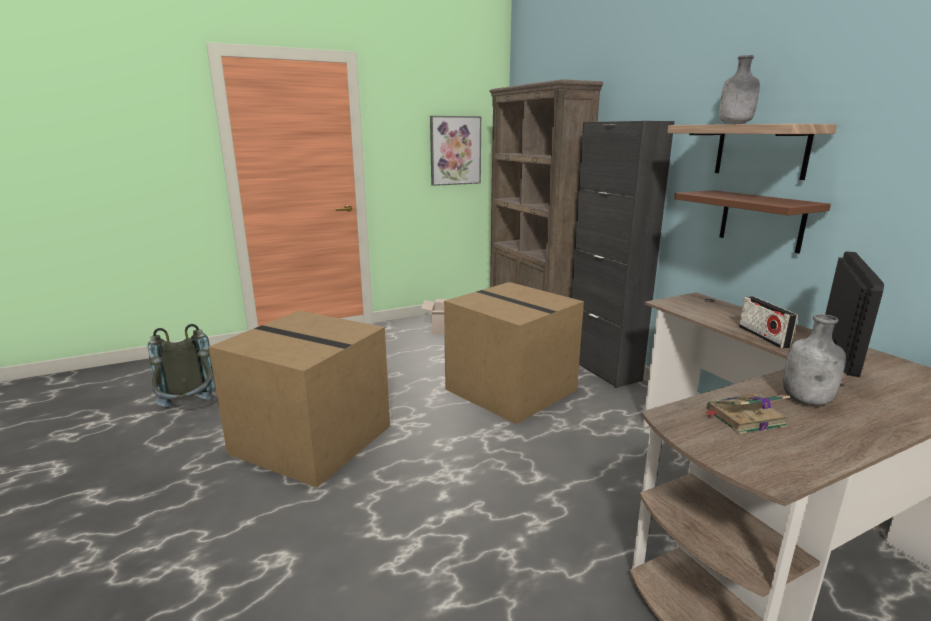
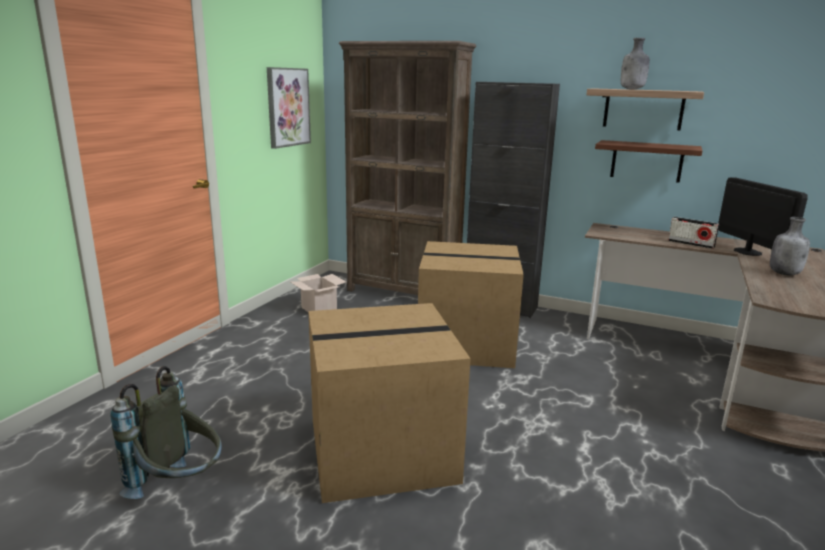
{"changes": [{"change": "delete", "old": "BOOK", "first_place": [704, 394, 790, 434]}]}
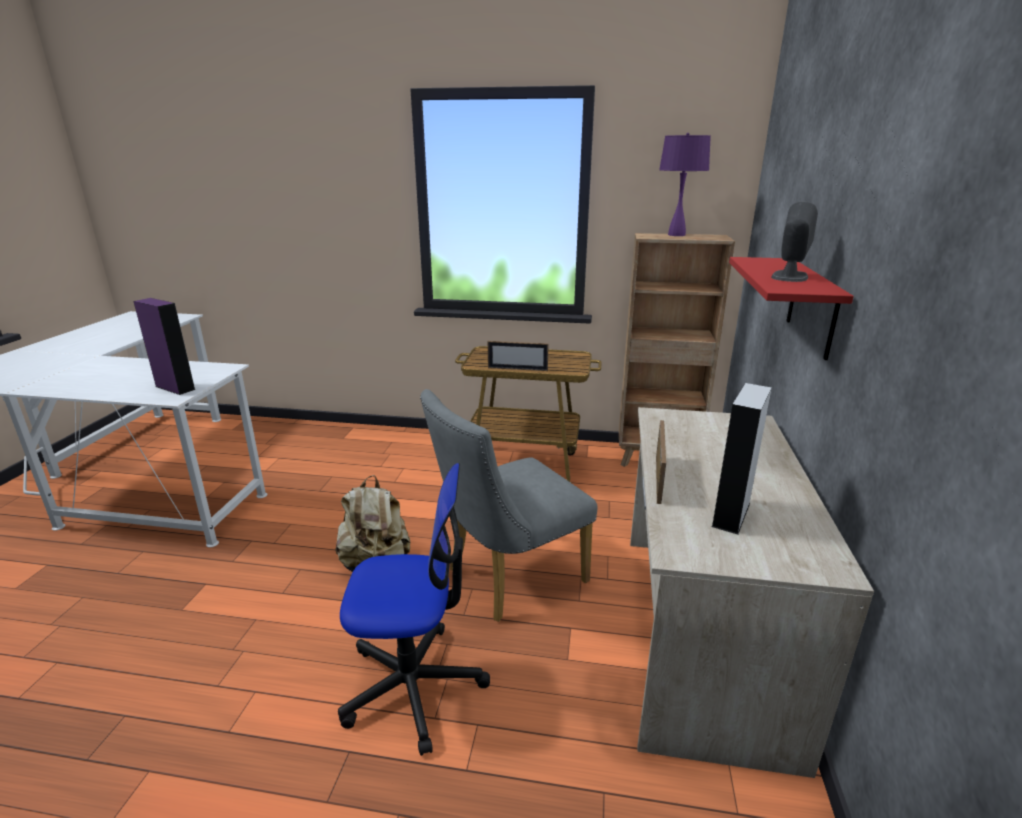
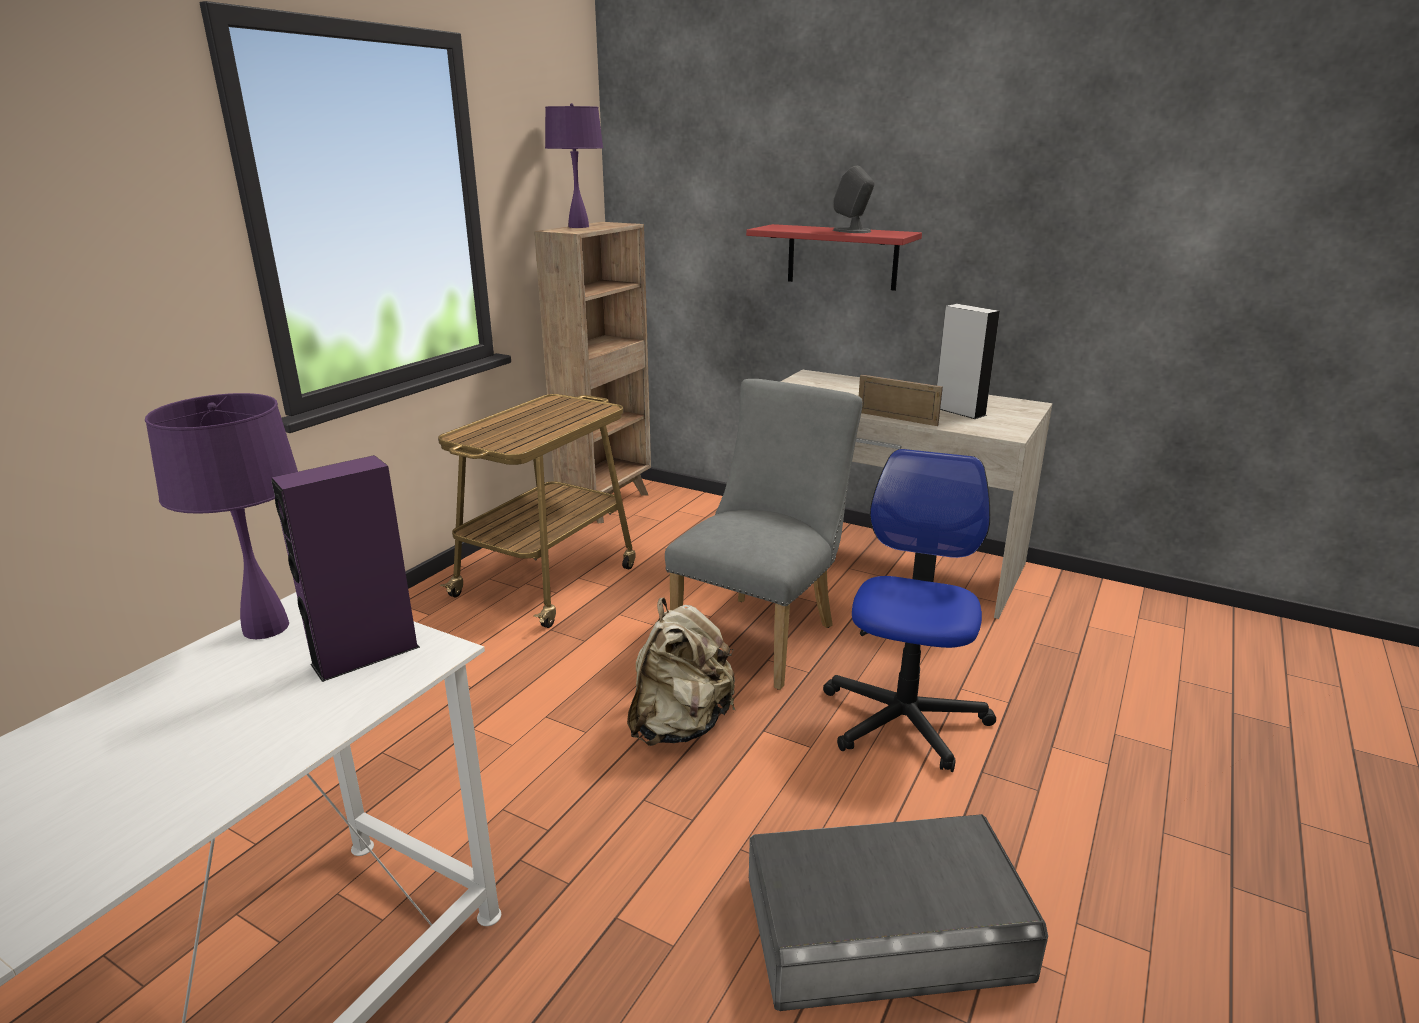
{"changes": [{"change": "delete", "old": "PICTURE FRAME", "first_place": [488, 341, 549, 371]}, {"change": "insert", "new": "PURPLE TABLE LAMP", "second_place": [145, 393, 298, 639]}, {"change": "insert", "new": "GREY STORAGE BOX", "second_place": [749, 814, 1048, 1011]}, {"change": "rotate", "old": "GREY CHAIR", "first_place": [420, 389, 598, 622], "second_place": [665, 379, 863, 690], "degrees": -135}]}
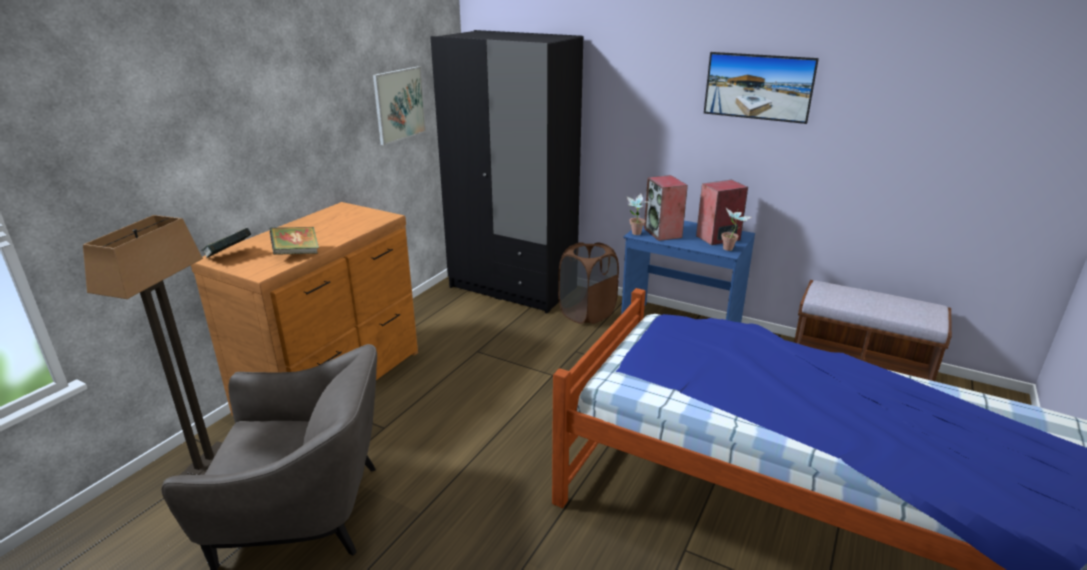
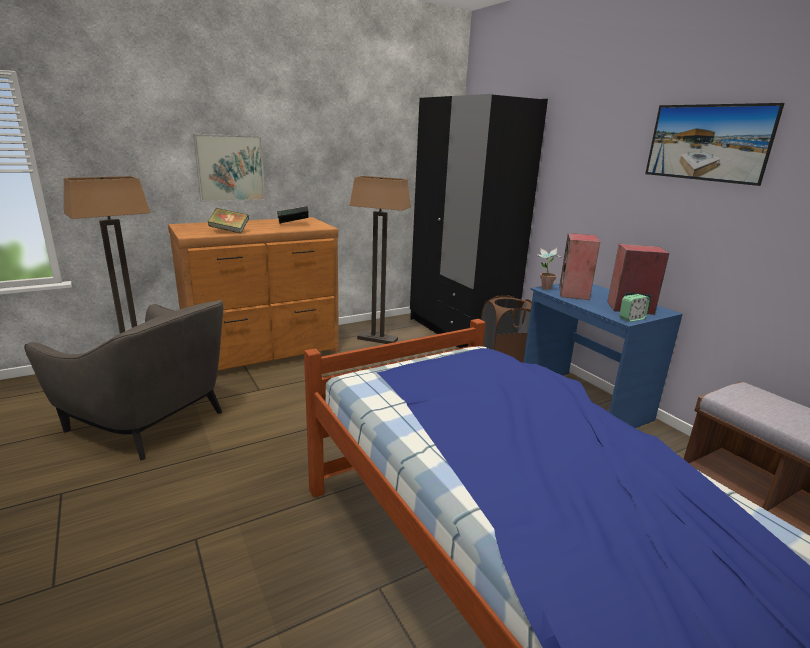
{"changes": [{"change": "insert", "new": "FLOOR LAMP", "second_place": [349, 176, 411, 344]}, {"change": "move", "old": "BOOK", "first_place": [201, 227, 251, 258], "second_place": [277, 206, 309, 224]}, {"change": "move", "old": "PICTURE", "first_place": [373, 66, 426, 145], "second_place": [193, 134, 265, 202]}, {"change": "replace", "old": "POTTED PLANT", "new": "ALARM CLOCK", "first_place": [721, 208, 752, 251], "second_place": [619, 294, 650, 322]}]}
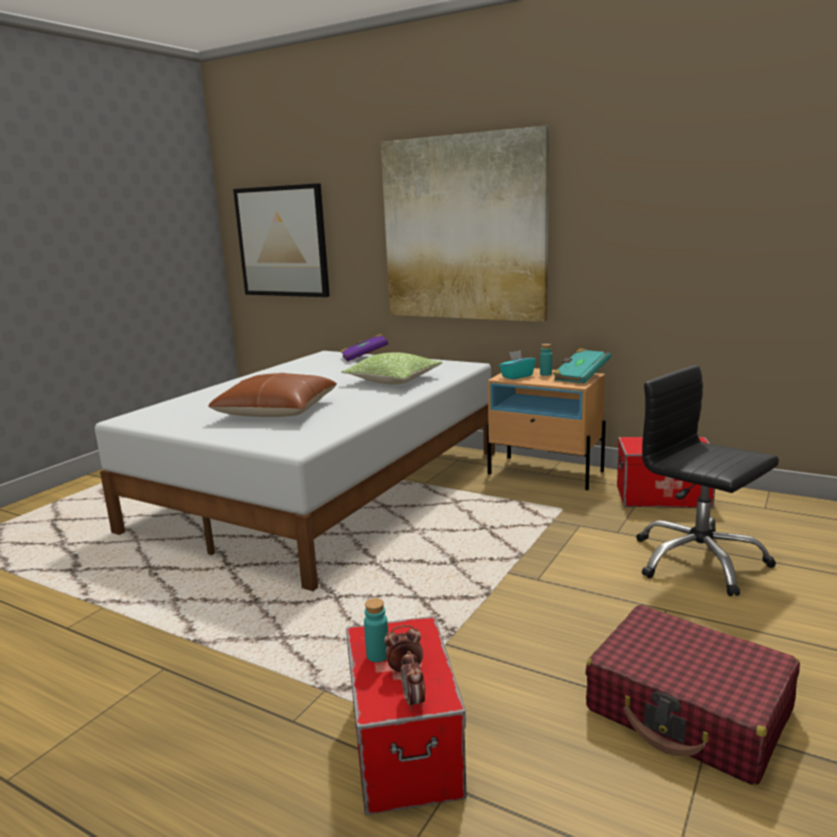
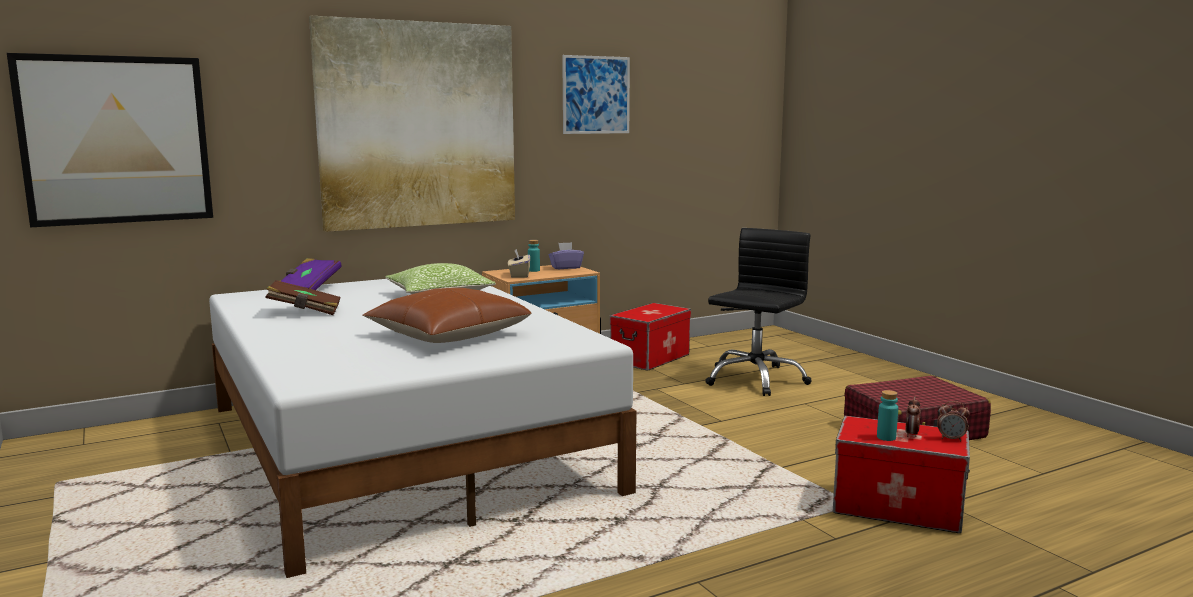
{"changes": [{"change": "insert", "new": "BROWN BOOK", "second_place": [265, 280, 340, 315]}, {"change": "insert", "new": "PICTURE", "second_place": [562, 55, 630, 134]}, {"change": "replace", "old": "TURQUOISE BOOK", "new": "PURPLE TISSUE BOX", "first_place": [552, 348, 611, 384], "second_place": [549, 242, 584, 269]}, {"change": "recolor", "old": "TURQUOISE TISSUE BOX", "new": "BEIGE TISSUE BOX", "first_place": [499, 350, 536, 380], "second_place": [508, 249, 530, 278]}, {"change": "rotate", "old": "BLACK OFFICE CHAIR", "first_place": [636, 365, 779, 596], "second_place": [705, 228, 811, 396], "degrees": 135}]}
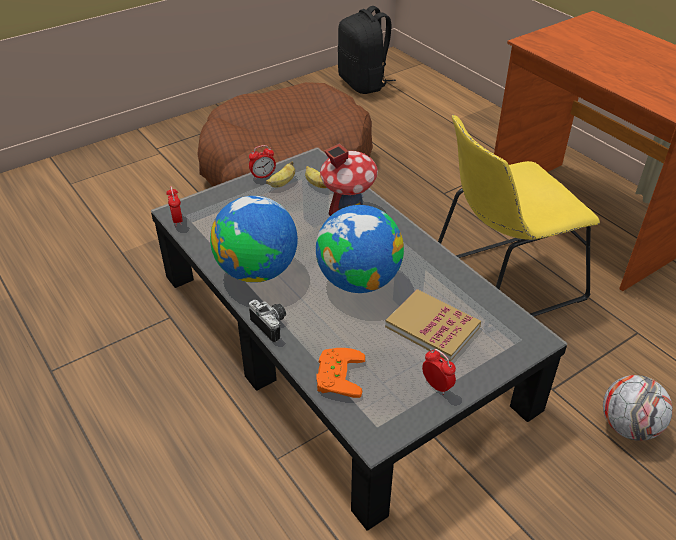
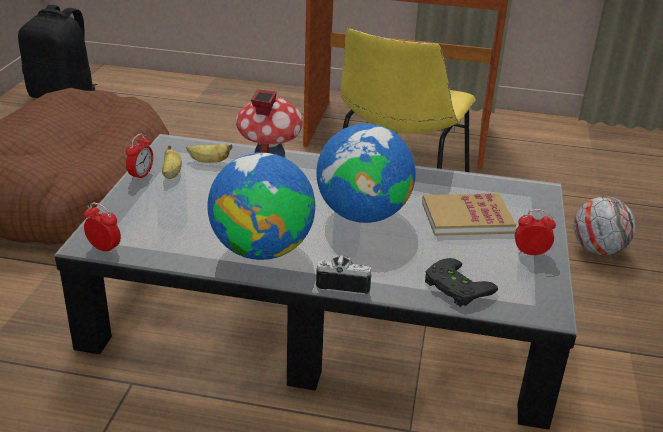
{"changes": [{"change": "recolor", "old": "ORANGE GAME CONTROLLER", "new": "BLACK GAME CONTROLLER", "first_place": [316, 348, 365, 398], "second_place": [425, 258, 498, 307]}]}
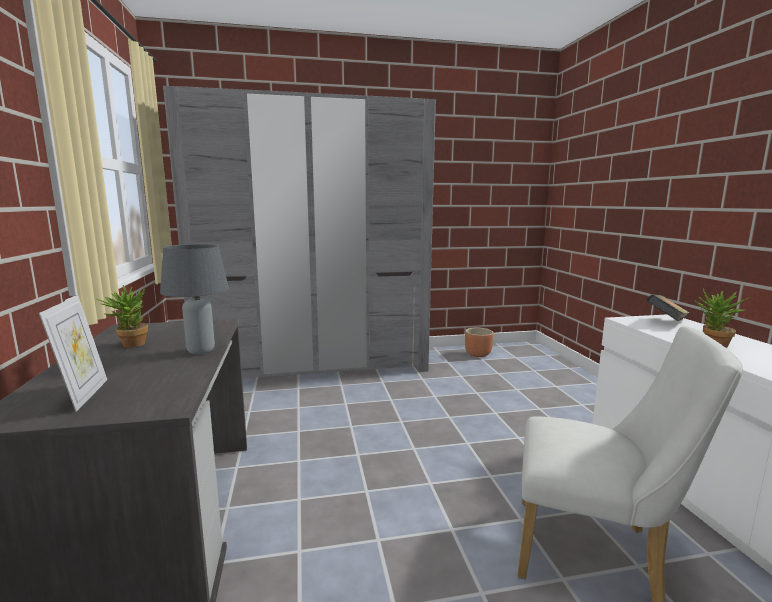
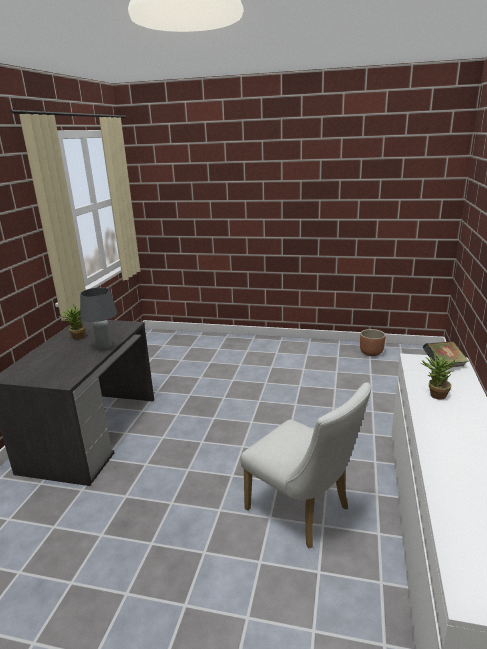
{"changes": [{"change": "delete", "old": "PICTURE FRAME", "first_place": [39, 295, 107, 412]}, {"change": "delete", "old": "GREY WARDROBE", "first_place": [163, 86, 436, 378]}]}
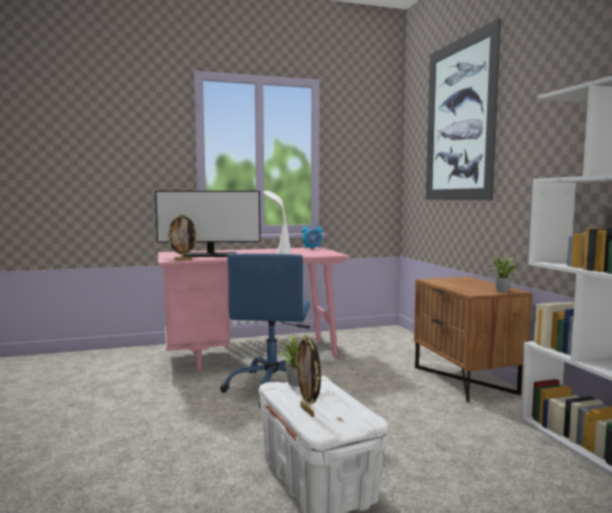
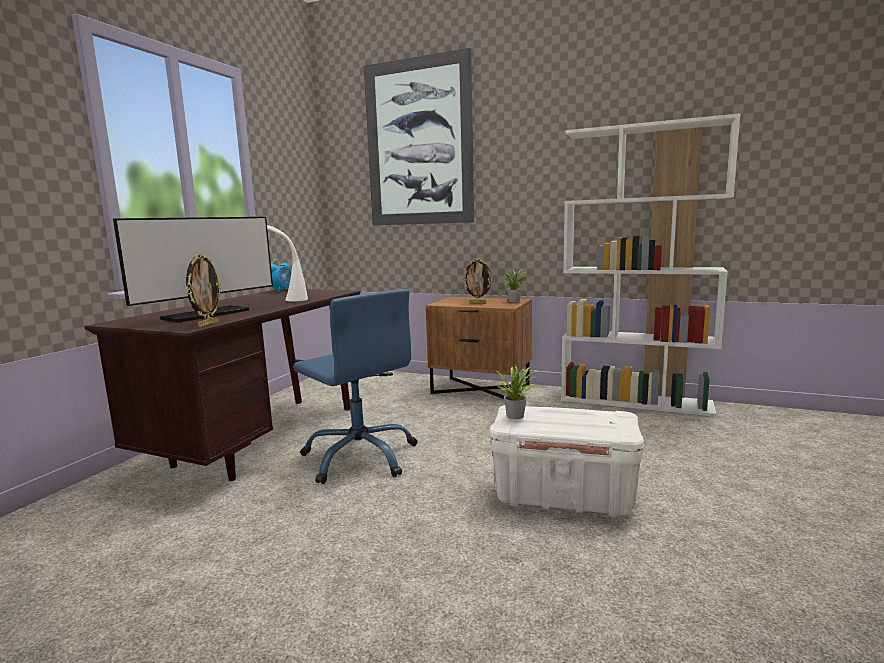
{"changes": [{"change": "move", "old": "PICTURE FRAME", "first_place": [295, 335, 321, 417], "second_place": [463, 258, 492, 304]}, {"change": "recolor", "old": "PINK DESK", "new": "BROWN DESK", "first_place": [158, 247, 349, 371], "second_place": [84, 289, 361, 481]}]}
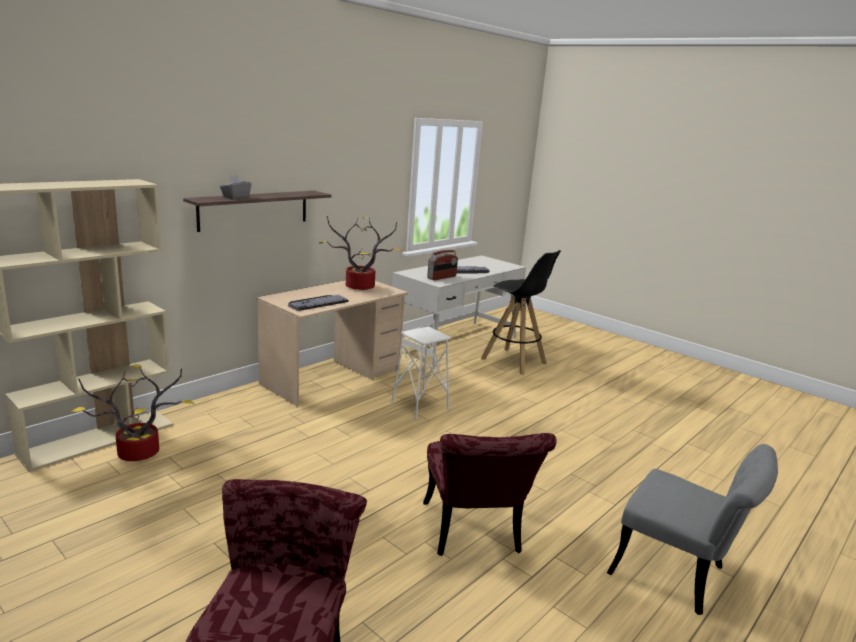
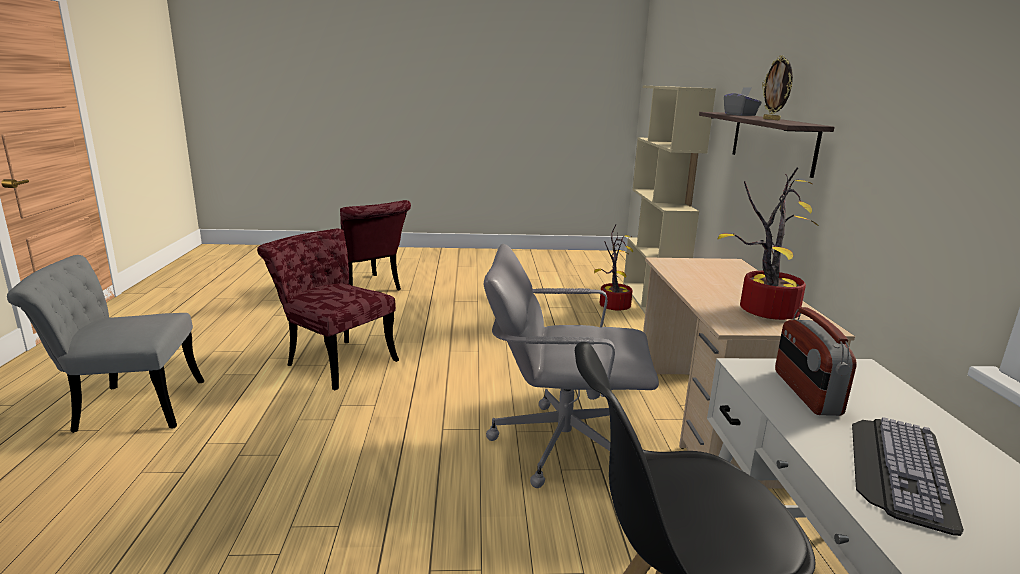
{"changes": [{"change": "delete", "old": "KEYBOARD", "first_place": [288, 295, 349, 311]}, {"change": "insert", "new": "PICTURE FRAME", "second_place": [762, 55, 793, 120]}, {"change": "replace", "old": "WHITE STOOL", "new": "GREY OFFICE CHAIR", "first_place": [391, 326, 451, 419], "second_place": [484, 244, 659, 488]}]}
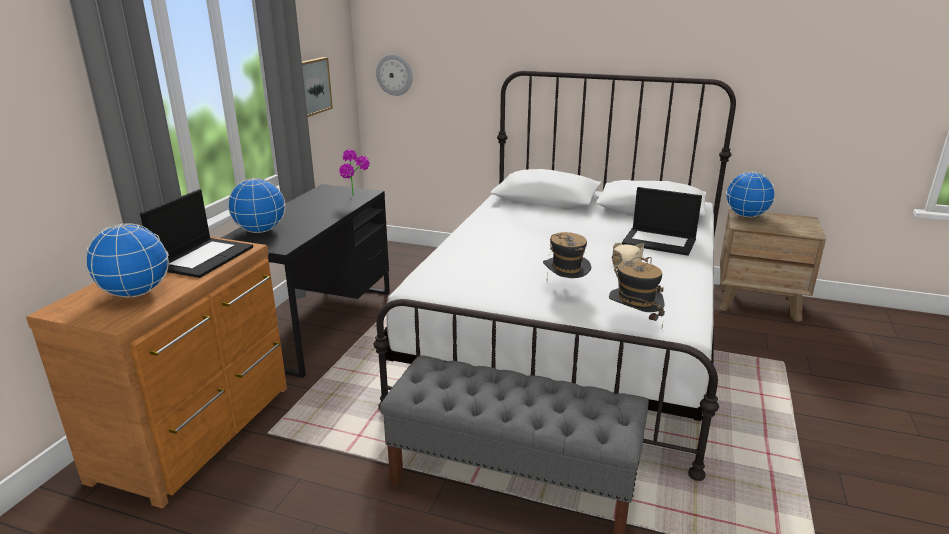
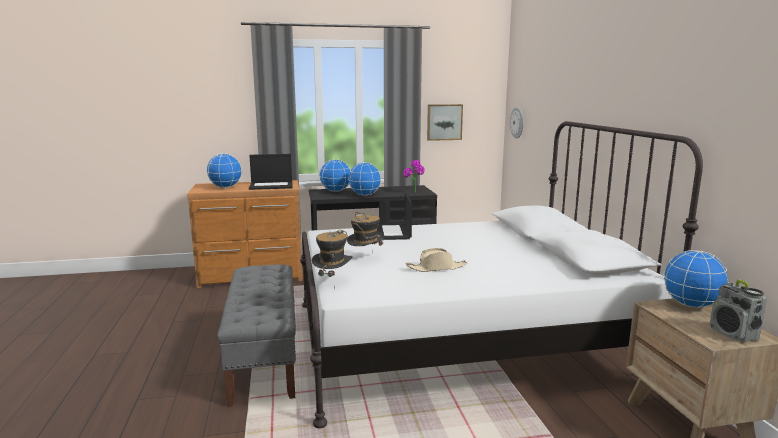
{"changes": [{"change": "insert", "new": "GLOBE", "second_place": [348, 162, 381, 196]}, {"change": "insert", "new": "RADIO", "second_place": [710, 280, 767, 342]}, {"change": "move", "old": "LAPTOP", "first_place": [622, 187, 702, 256], "second_place": [377, 192, 412, 240]}]}
